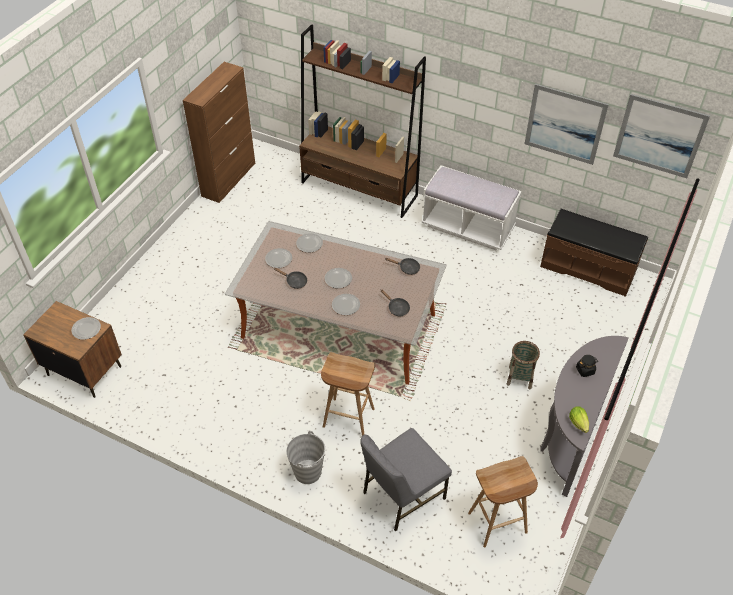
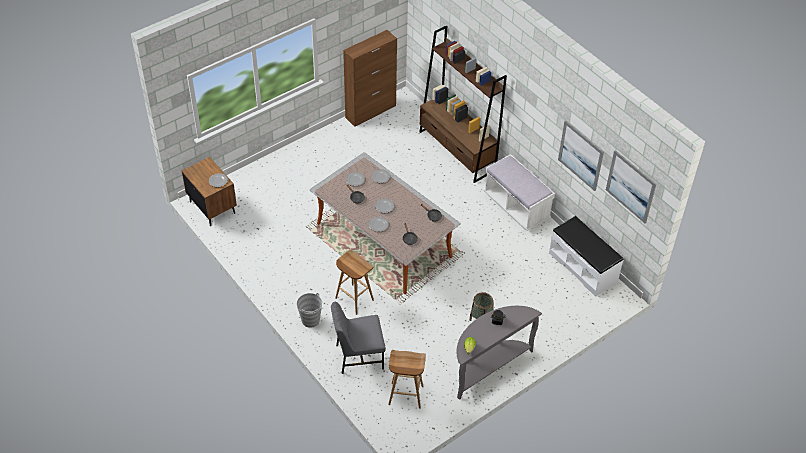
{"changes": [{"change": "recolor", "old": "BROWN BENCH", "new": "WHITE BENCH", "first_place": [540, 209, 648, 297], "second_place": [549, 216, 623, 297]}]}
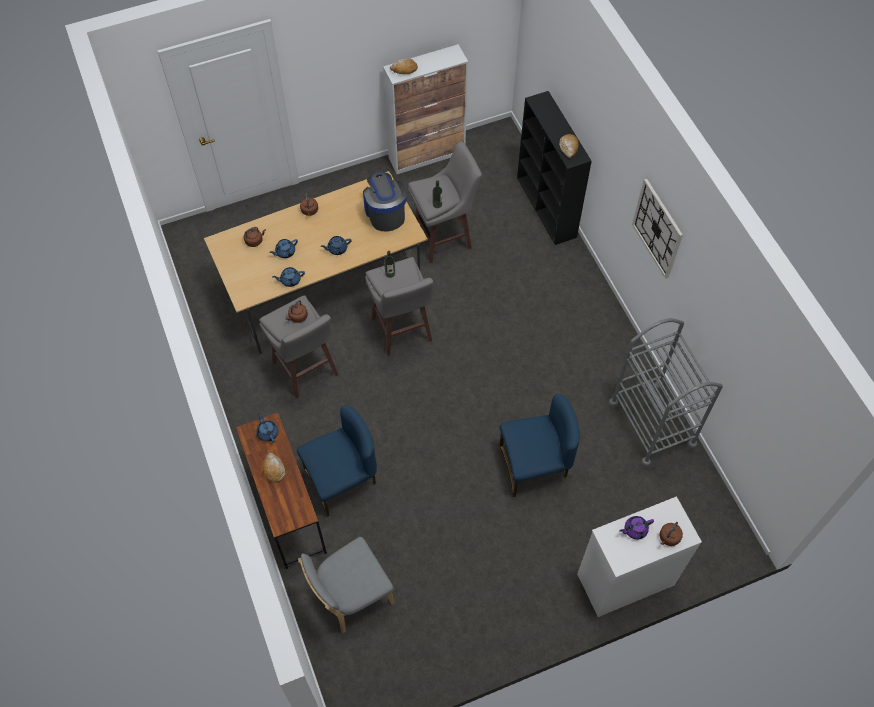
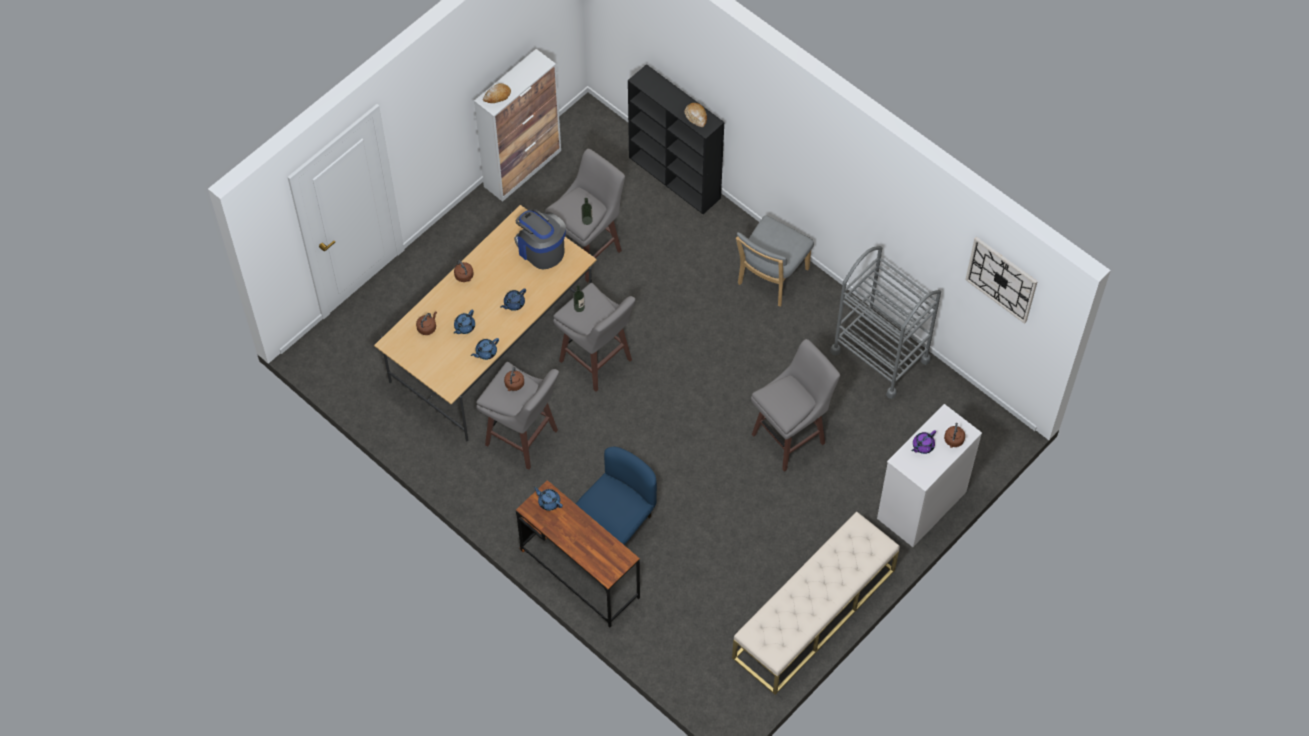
{"changes": [{"change": "delete", "old": "BREAD", "first_place": [263, 453, 285, 483]}, {"change": "insert", "new": "BEIGE BENCH", "second_place": [732, 512, 900, 695]}, {"change": "move", "old": "GREY CHAIR", "first_place": [298, 537, 394, 633], "second_place": [736, 215, 814, 306]}, {"change": "move", "old": "WALL CLOCK", "first_place": [632, 179, 683, 279], "second_place": [965, 237, 1038, 324]}, {"change": "replace", "old": "BLUE CHAIR", "new": "GREY STOOL", "first_place": [500, 394, 580, 497], "second_place": [751, 339, 840, 472]}]}
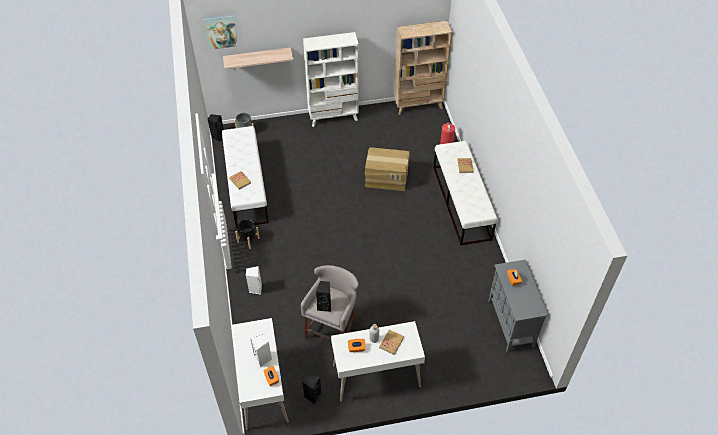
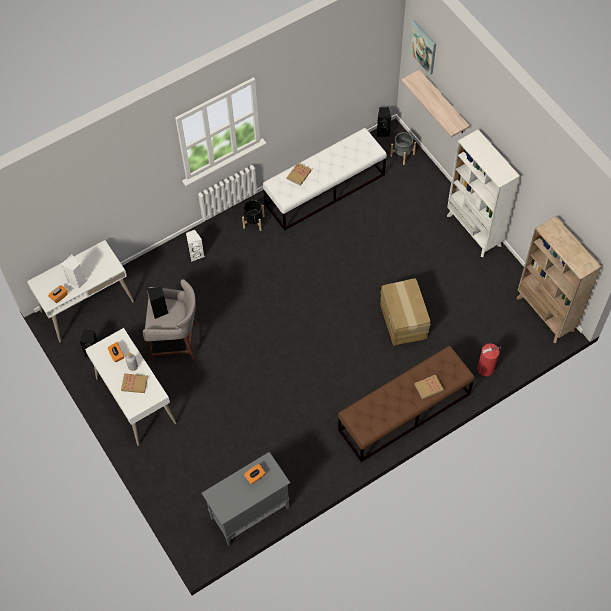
{"changes": [{"change": "recolor", "old": "WHITE BENCH", "new": "BROWN BENCH", "first_place": [433, 141, 498, 245], "second_place": [338, 346, 475, 462]}]}
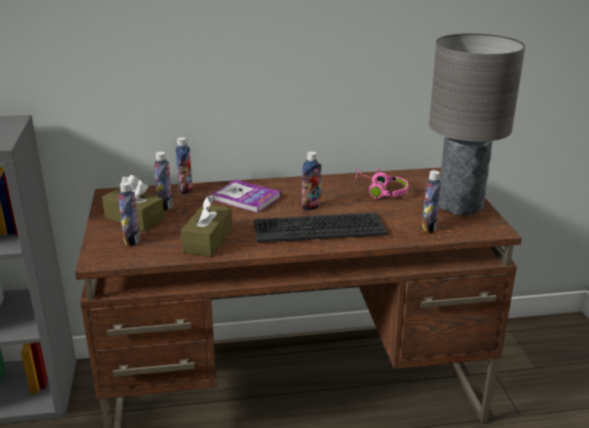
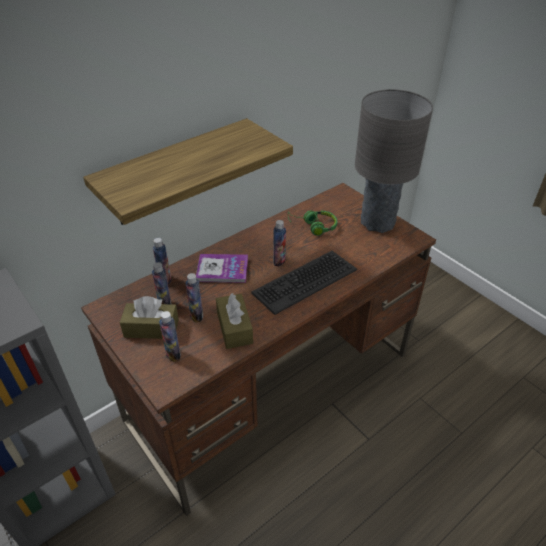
{"changes": [{"change": "insert", "new": "SHELF", "second_place": [83, 118, 293, 225]}, {"change": "move", "old": "BOTTLE", "first_place": [421, 170, 441, 233], "second_place": [186, 273, 203, 323]}, {"change": "recolor", "old": "PINK HEADPHONES", "new": "GREEN HEADPHONES", "first_place": [354, 168, 408, 198], "second_place": [288, 211, 337, 236]}]}
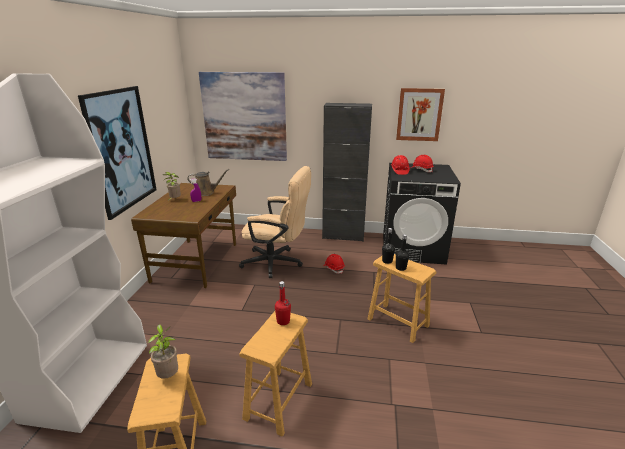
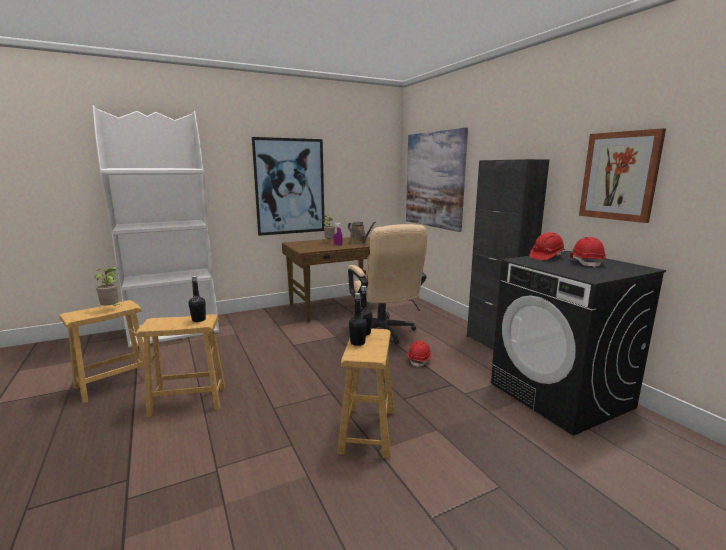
{"changes": [{"change": "recolor", "old": "RED BOTTLE", "new": "BLACK BOTTLE", "first_place": [275, 281, 291, 325], "second_place": [189, 276, 206, 322]}]}
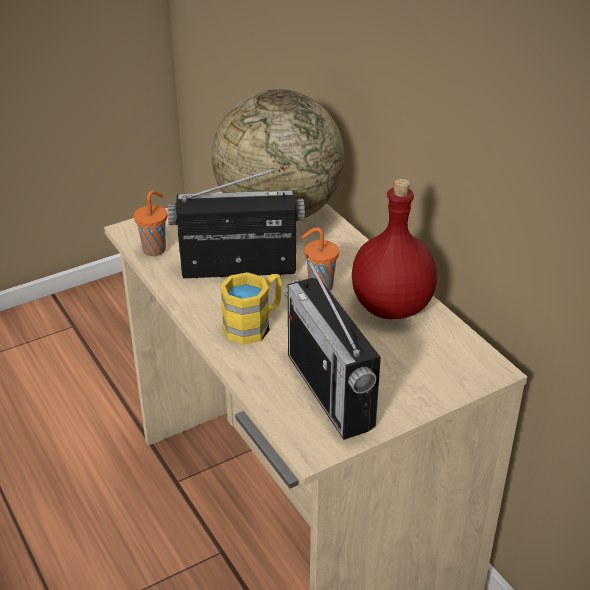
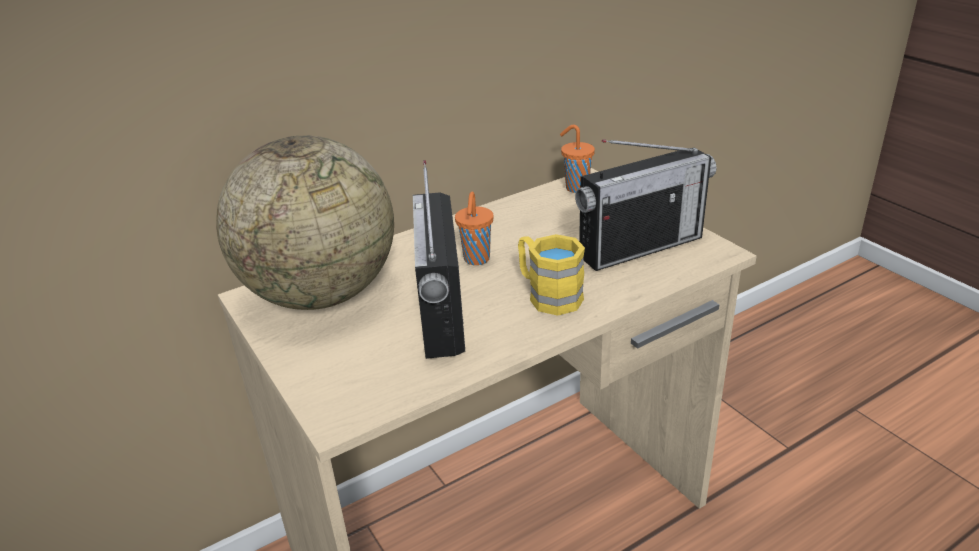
{"changes": [{"change": "delete", "old": "RED BOTTLE", "first_place": [352, 178, 437, 319]}, {"change": "move", "old": "ORANGE CUP", "first_place": [134, 190, 167, 256], "second_place": [560, 125, 595, 193]}]}
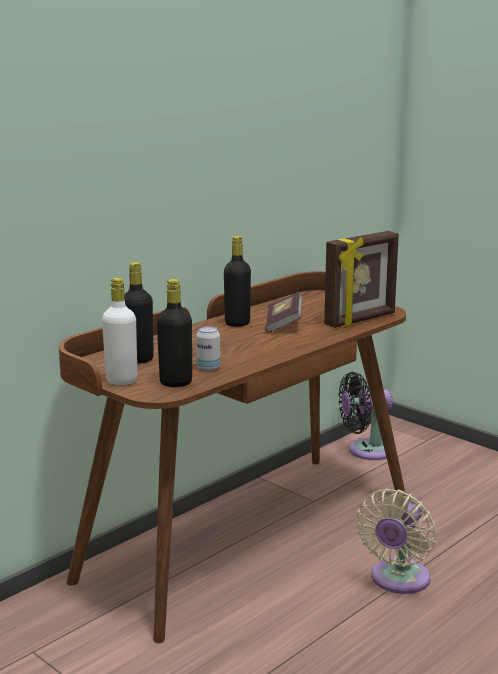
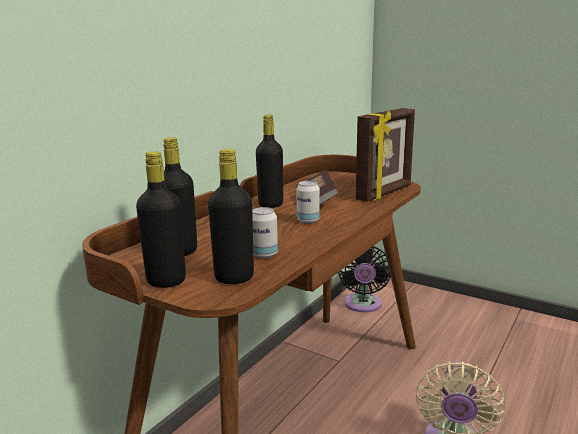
{"changes": [{"change": "insert", "new": "CAN", "second_place": [296, 181, 320, 224]}, {"change": "recolor", "old": "WHITE BOTTLE", "new": "BLACK BOTTLE", "first_place": [102, 277, 137, 385], "second_place": [136, 151, 186, 288]}, {"change": "rotate", "old": "BLACK FAN", "first_place": [339, 372, 393, 460], "second_place": [338, 246, 391, 312], "degrees": -60}]}
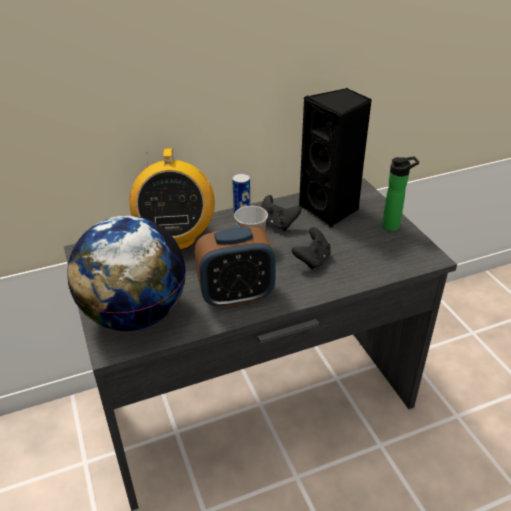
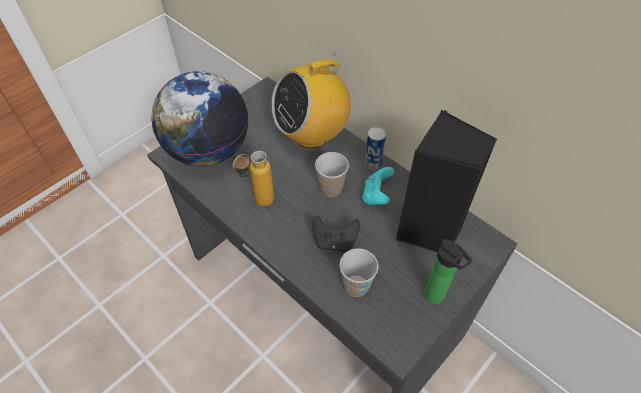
{"changes": [{"change": "insert", "new": "CUP", "second_place": [339, 248, 378, 297]}, {"change": "replace", "old": "ALARM CLOCK", "new": "BOTTLE", "first_place": [195, 227, 276, 308], "second_place": [233, 151, 274, 206]}, {"change": "recolor", "old": "BLACK GAME CONTROLLER", "new": "TURQUOISE GAME CONTROLLER", "first_place": [261, 195, 302, 231], "second_place": [362, 167, 395, 205]}]}
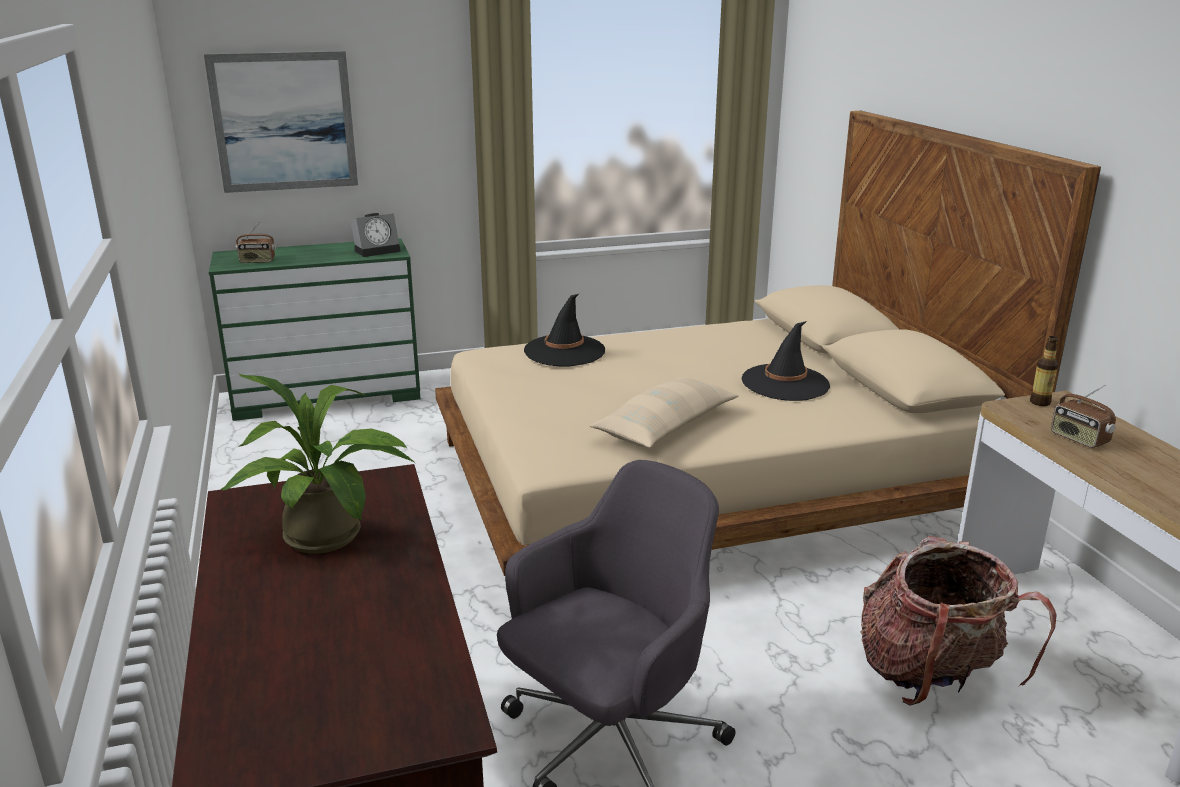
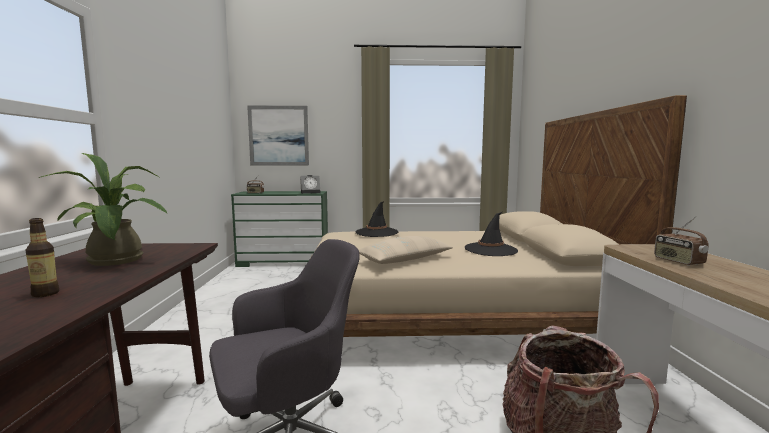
{"changes": [{"change": "move", "old": "BOTTLE", "first_place": [1030, 336, 1058, 406], "second_place": [26, 218, 59, 297]}]}
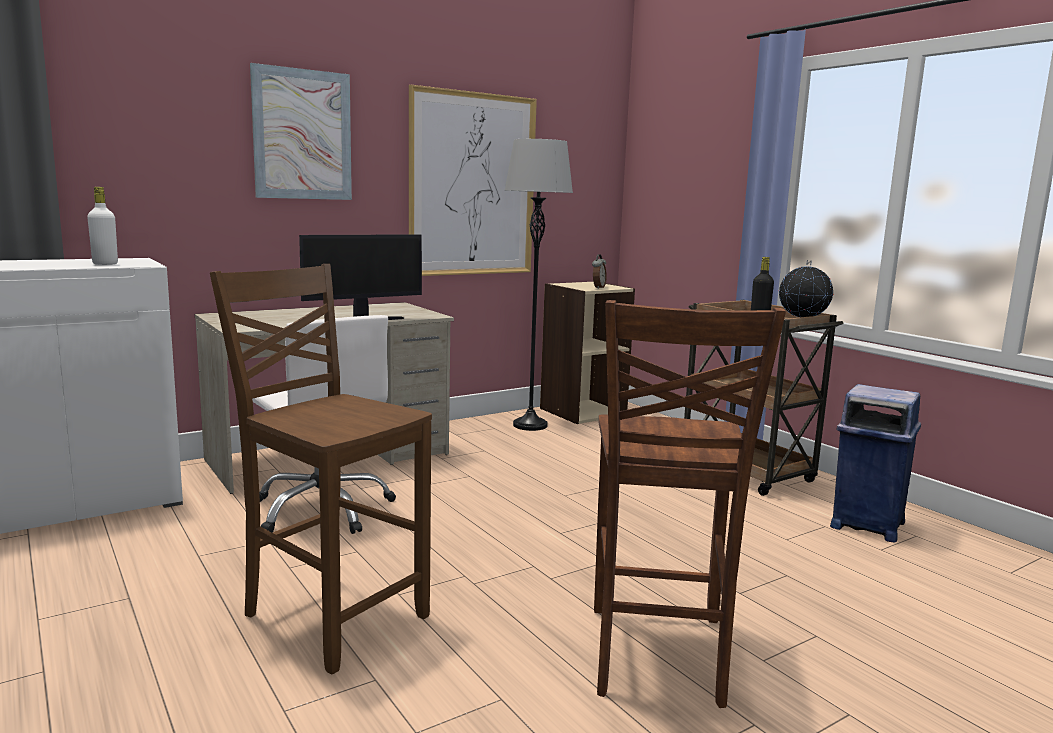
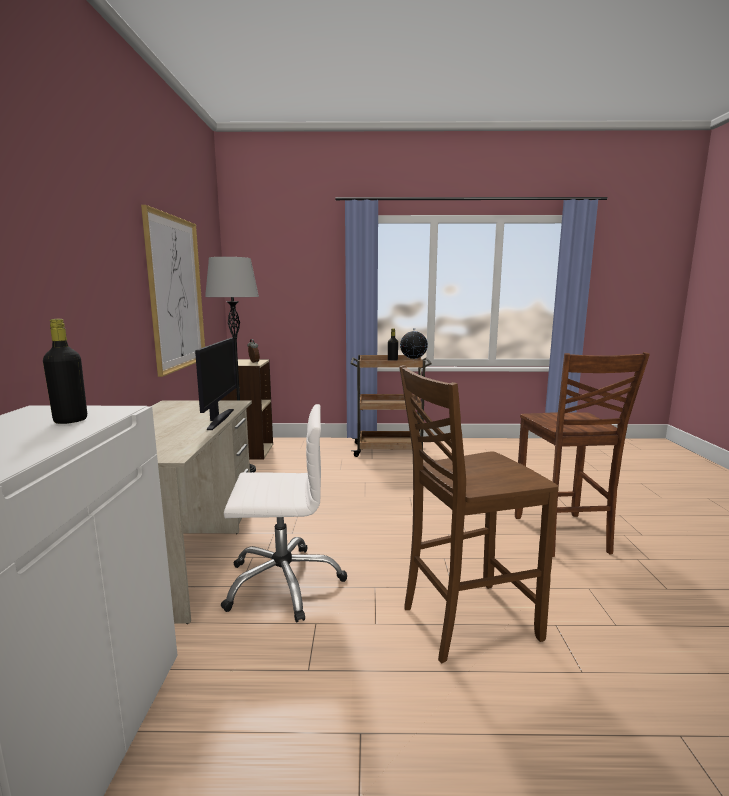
{"changes": [{"change": "delete", "old": "PICTURE", "first_place": [250, 63, 352, 200]}, {"change": "delete", "old": "BLUE TRASH CAN", "first_place": [830, 384, 921, 543]}, {"change": "recolor", "old": "WHITE BOTTLE", "new": "BLACK BOTTLE", "first_place": [87, 187, 118, 265], "second_place": [43, 319, 87, 424]}, {"change": "rotate", "old": "BROWN CHAIR", "first_place": [594, 300, 786, 708], "second_place": [515, 352, 650, 557], "degrees": 45}]}
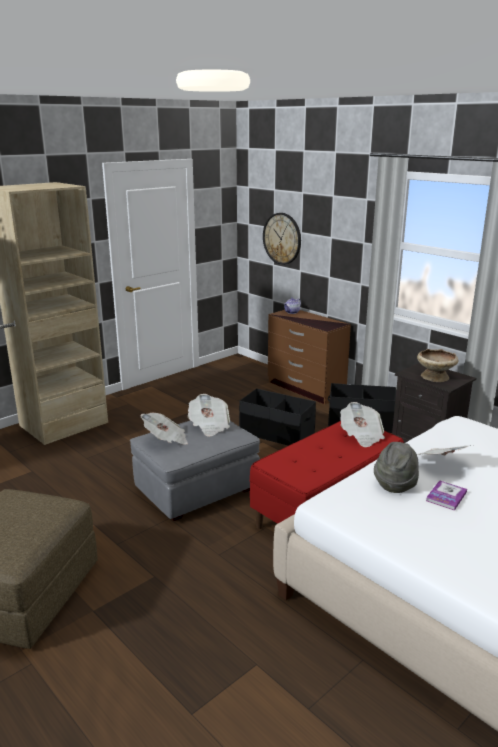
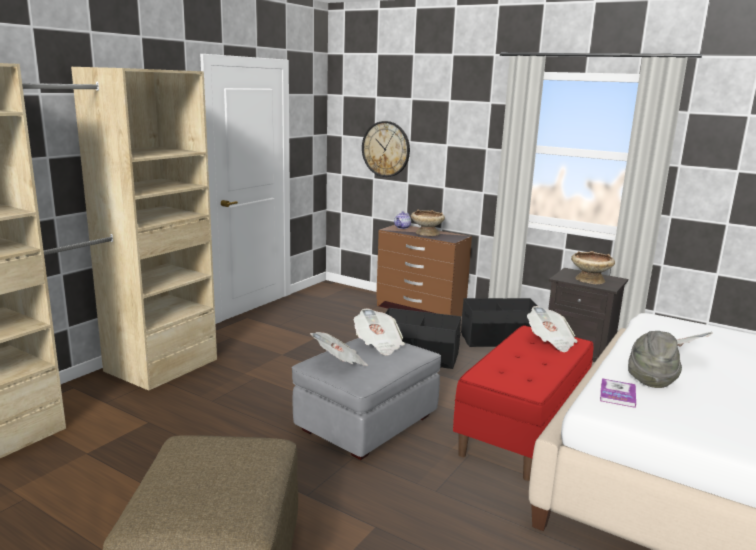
{"changes": [{"change": "insert", "new": "BEIGE BOWL", "second_place": [411, 210, 445, 236]}, {"change": "move", "old": "BOOK", "first_place": [426, 480, 467, 511], "second_place": [600, 378, 636, 408]}]}
